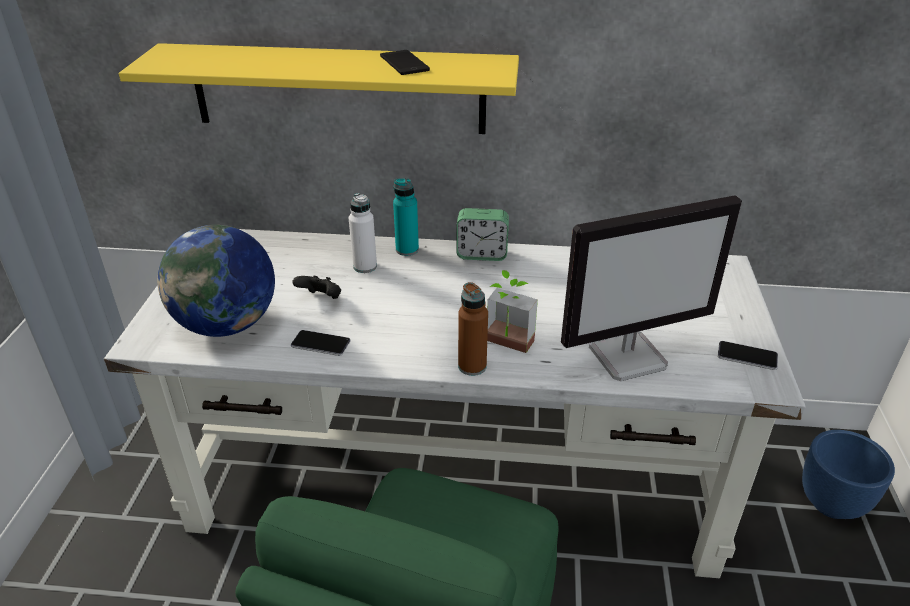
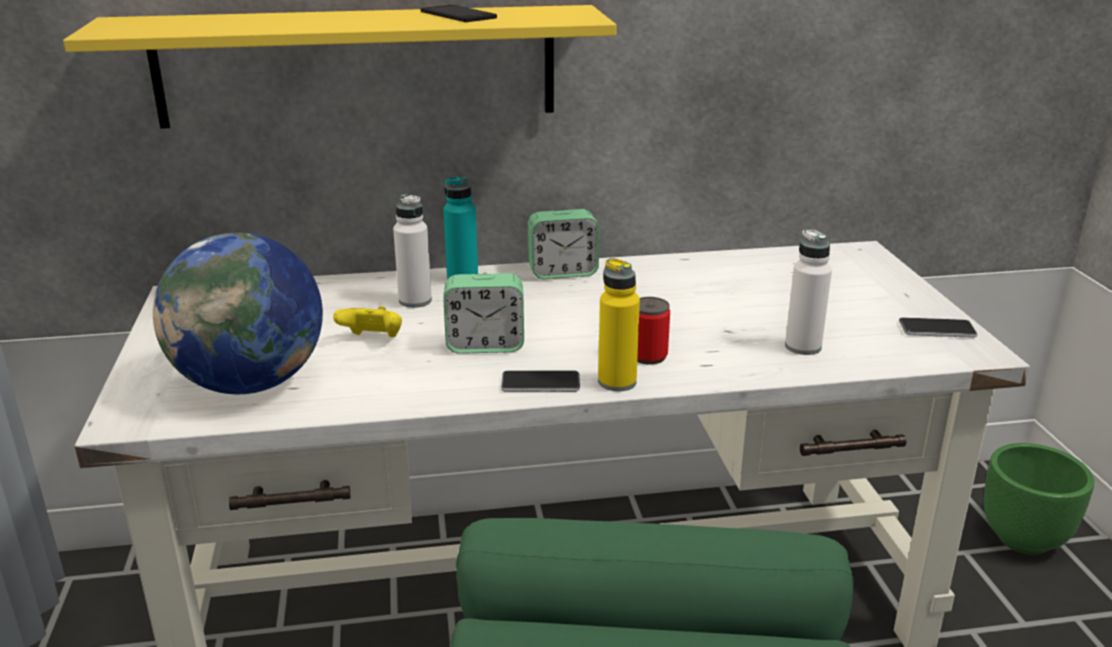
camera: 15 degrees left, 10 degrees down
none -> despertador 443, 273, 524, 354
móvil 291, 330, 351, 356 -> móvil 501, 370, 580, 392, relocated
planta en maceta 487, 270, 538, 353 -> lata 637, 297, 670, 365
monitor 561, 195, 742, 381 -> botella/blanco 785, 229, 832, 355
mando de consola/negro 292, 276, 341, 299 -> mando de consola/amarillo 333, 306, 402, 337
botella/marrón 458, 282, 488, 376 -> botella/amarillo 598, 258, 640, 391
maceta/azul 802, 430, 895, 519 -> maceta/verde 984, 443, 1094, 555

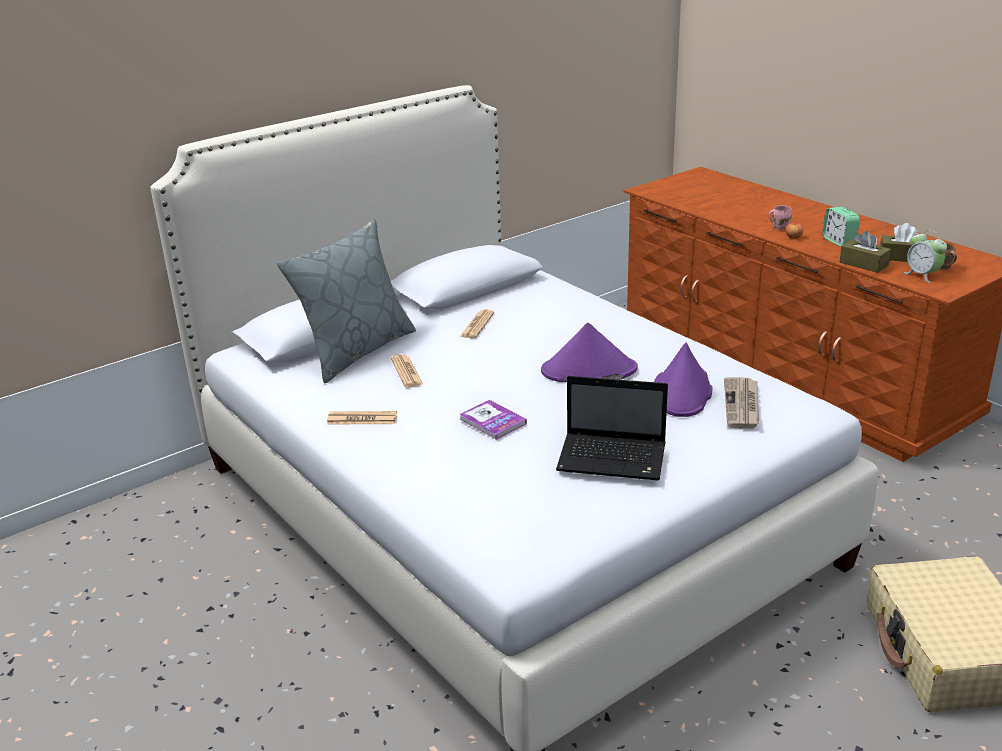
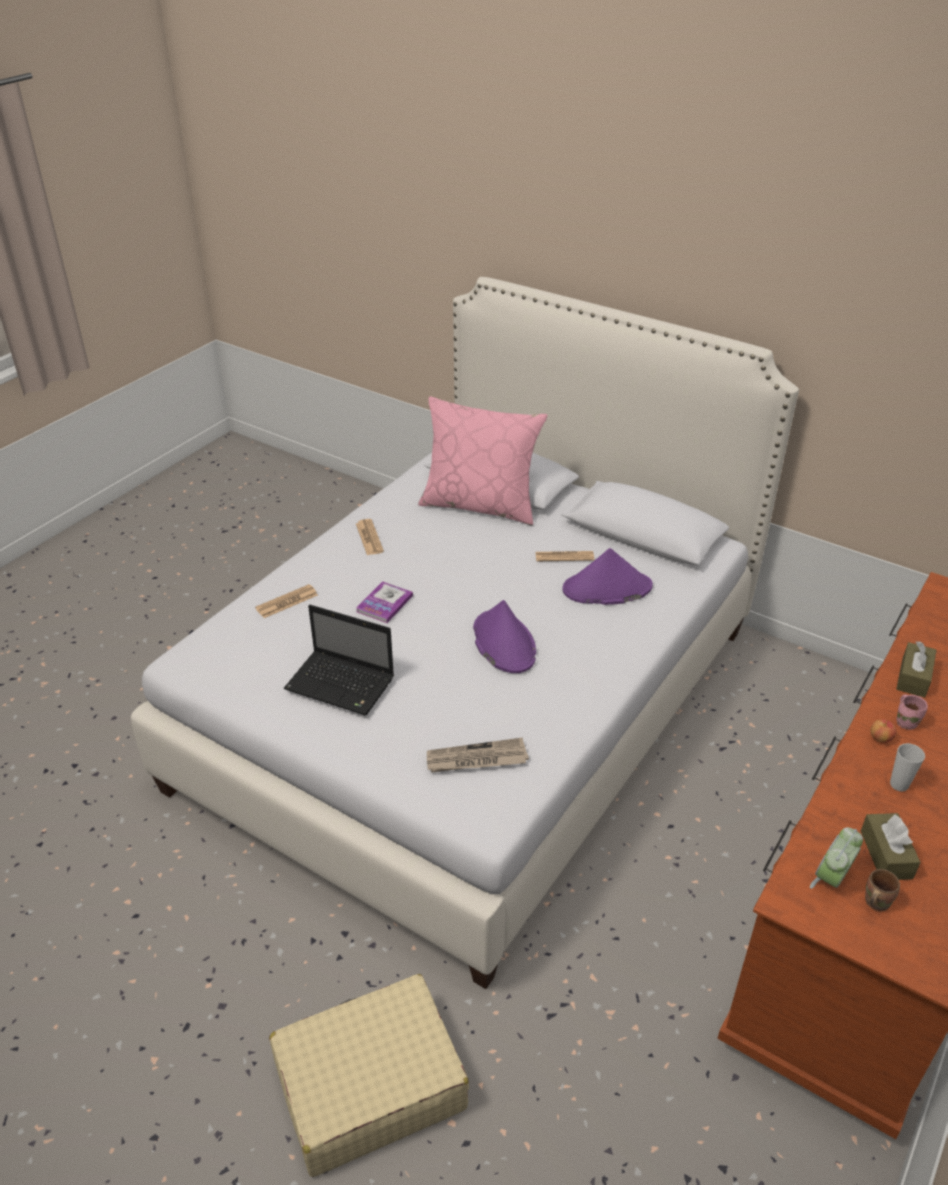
camera: 70 degrees right, 10 degrees up
periódico 391, 354, 424, 387 -> periódico 255, 584, 318, 618, relocated
sombrero/morado 654, 342, 712, 417 -> sombrero/morado 562, 548, 653, 605, relocated
caja de pañuelos/marrón 839, 231, 891, 273 -> caja de pañuelos/marrón 896, 641, 936, 698, relocated
despertador 822, 207, 860, 247 -> taza 890, 743, 925, 792
cojín/gris 277, 219, 416, 383 -> cojín/rosa 418, 397, 548, 525
portátil 556, 376, 668, 481 -> portátil 284, 605, 394, 715, 60 degrees counterclockwise

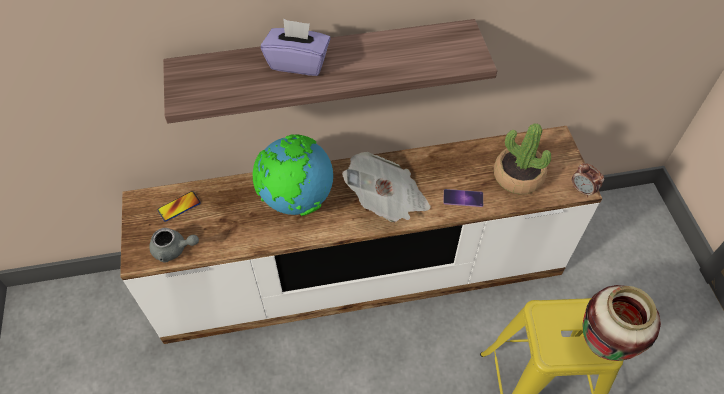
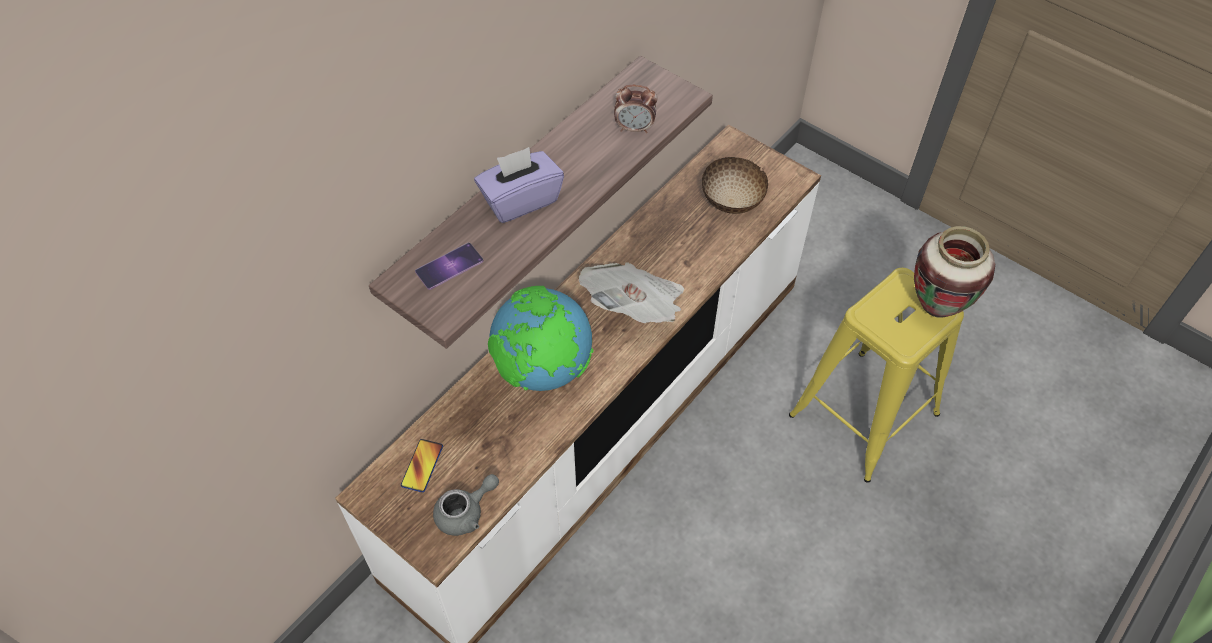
camera: 40 degrees left, 0 degrees up
móvil 443, 189, 483, 207 -> móvil 415, 242, 483, 290, relocated
despertador 572, 163, 604, 198 -> despertador 614, 85, 658, 133, relocated
planta en maceta 494, 123, 551, 194 -> cuenco 702, 157, 768, 214

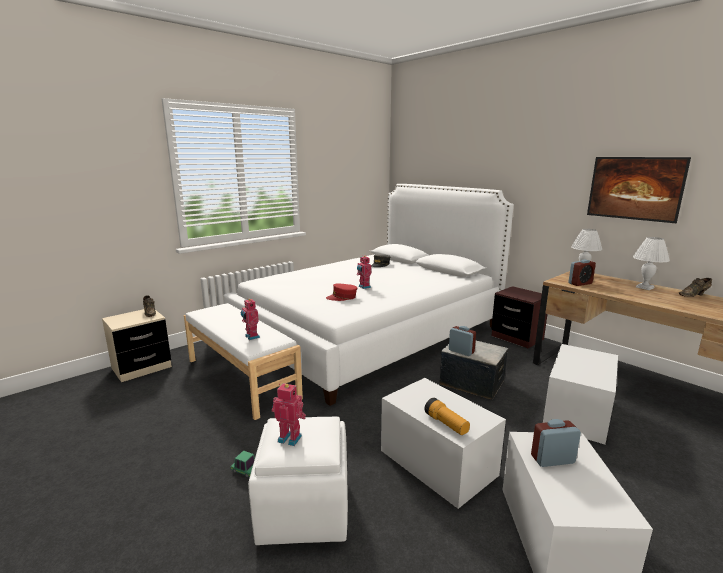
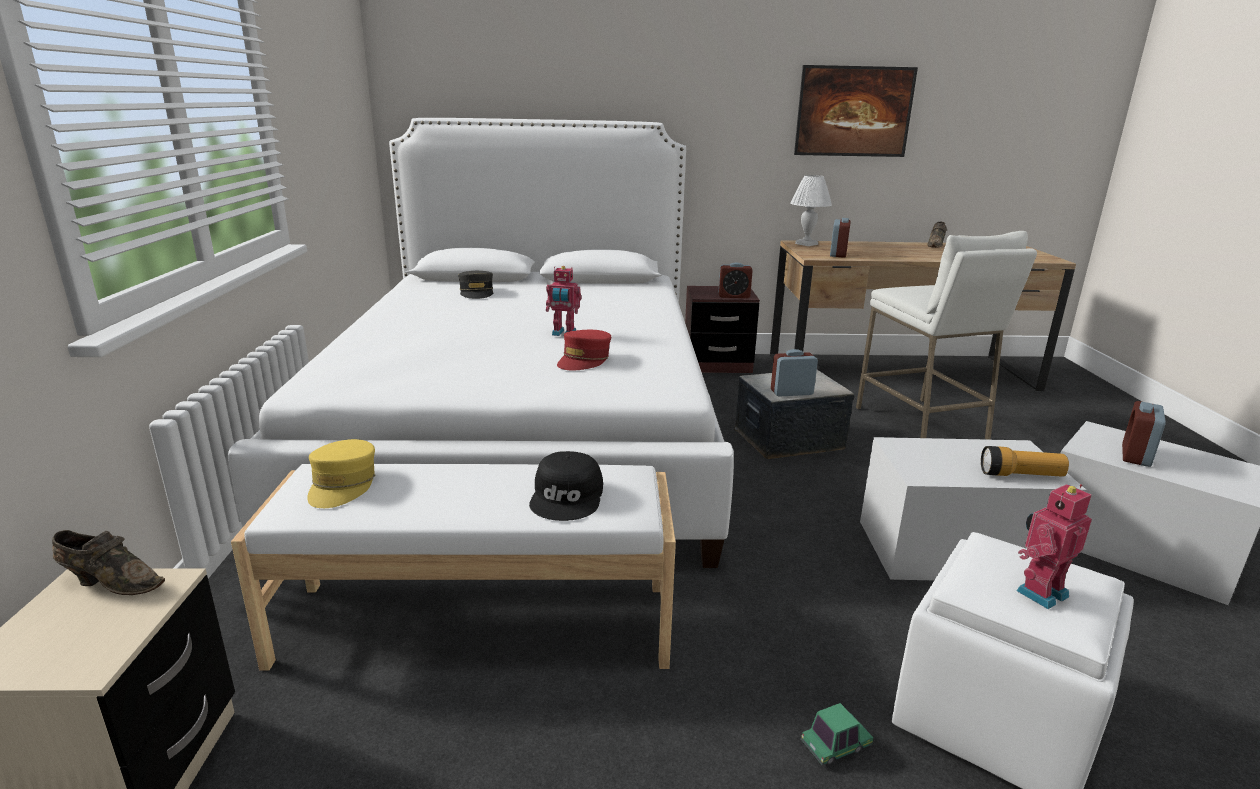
camera: 50 degrees left, 5 degrees up
lámpara de mesa/blanco 633, 237, 670, 290 -> none
none -> gorra/amarillo 307, 439, 375, 508
none -> despertador 719, 262, 753, 298
robot de juguete 241, 298, 260, 340 -> gorra/negro 529, 451, 603, 521
caja de almacenaje/blanco 543, 344, 618, 444 -> taburete/blanco 856, 231, 1037, 440

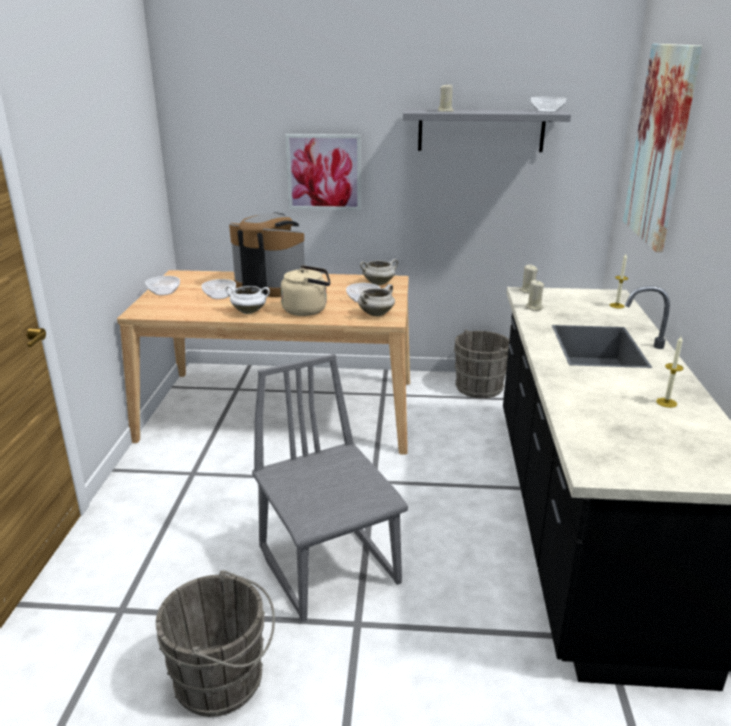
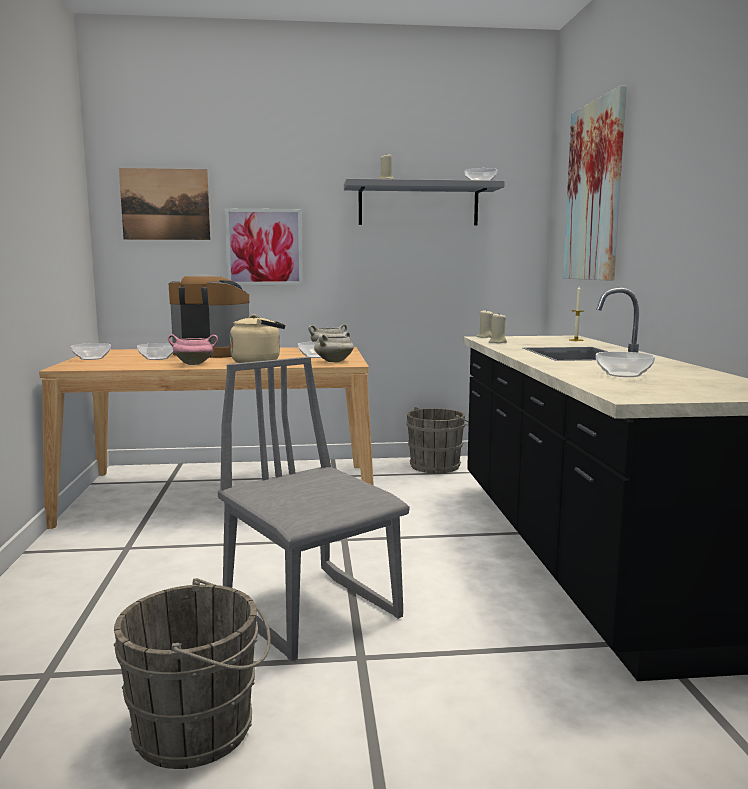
camera: 10 degrees left, 15 degrees down
vela 656, 336, 684, 408 -> none
none -> cuadro 119, 168, 210, 240
none -> cuenco 596, 351, 655, 377
olla/blanco 225, 285, 270, 314 -> olla/rosa 168, 334, 218, 365

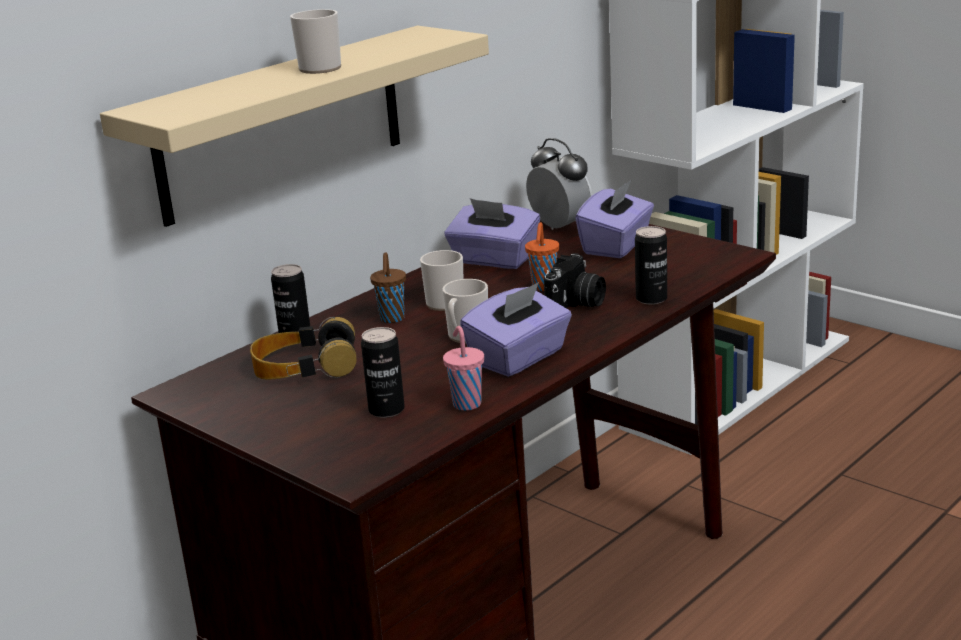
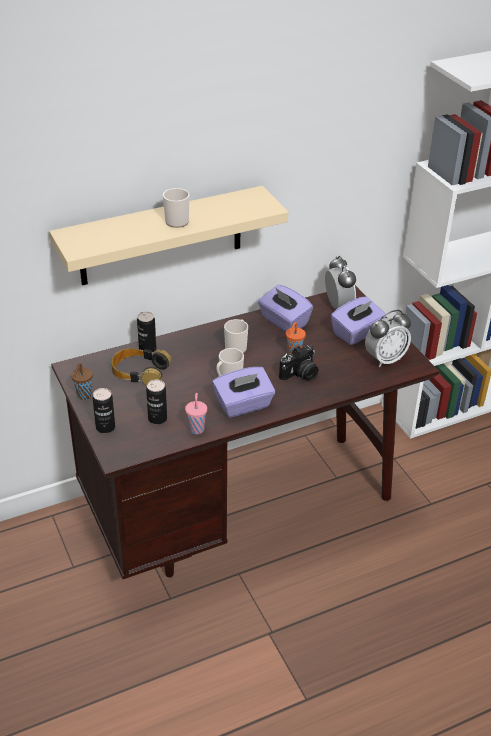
camera: 20 degrees right, 15 degrees up
none -> despertador 365, 310, 411, 367
taza/marrón 370, 252, 406, 323 -> taza/marrón 71, 363, 93, 400, relocated
lata 635, 226, 667, 305 -> lata 93, 388, 115, 433, relocated

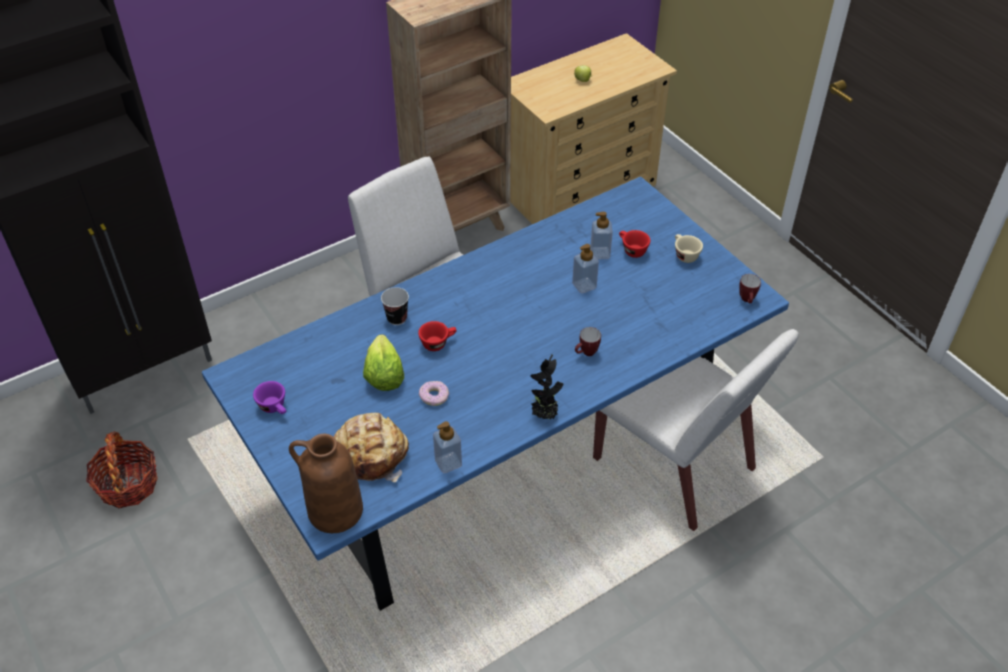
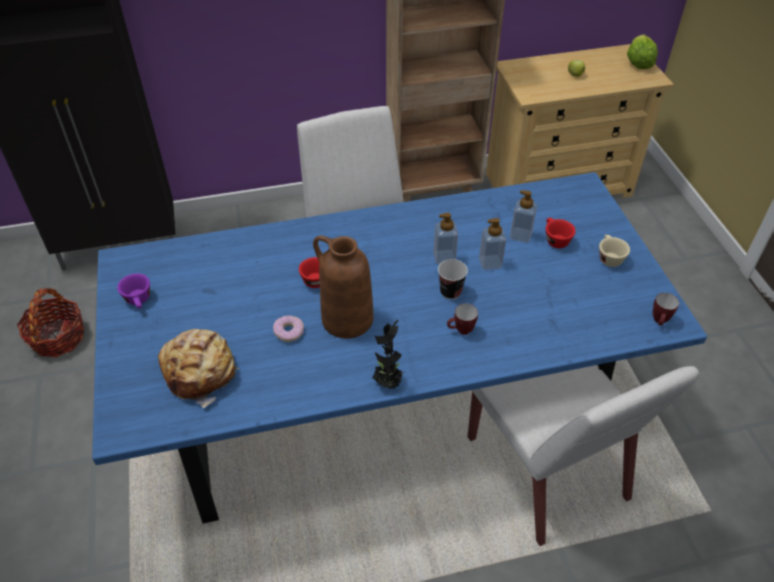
camera: 20 degrees right, 0 degrees up
florero/marrón 289, 434, 363, 533 -> florero/marrón 313, 235, 374, 339, relocated
lechuga 363, 334, 404, 391 -> lechuga 627, 34, 658, 69, relocated
taza 381, 287, 409, 325 -> taza 438, 259, 468, 299, relocated
dispensador de jabón 433, 421, 462, 473 -> dispensador de jabón 433, 213, 458, 264, relocated

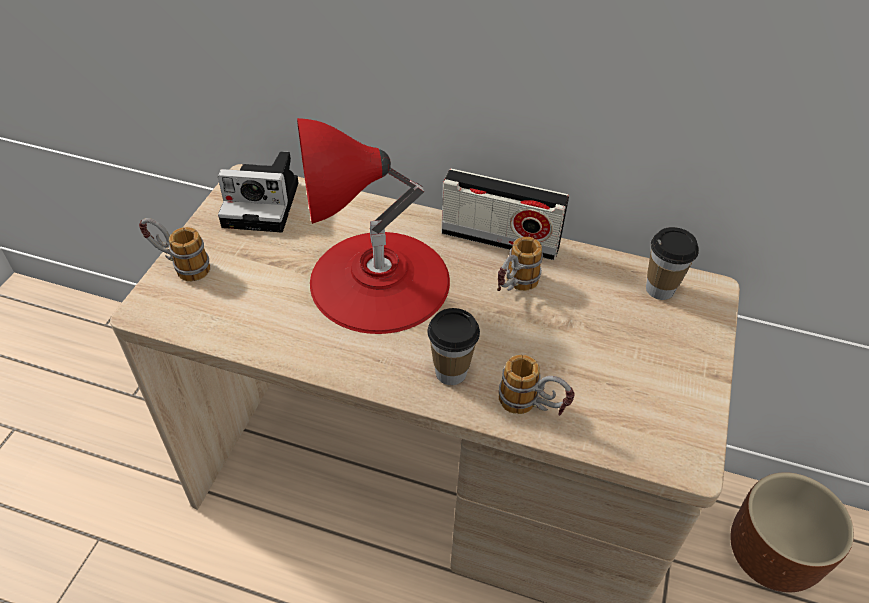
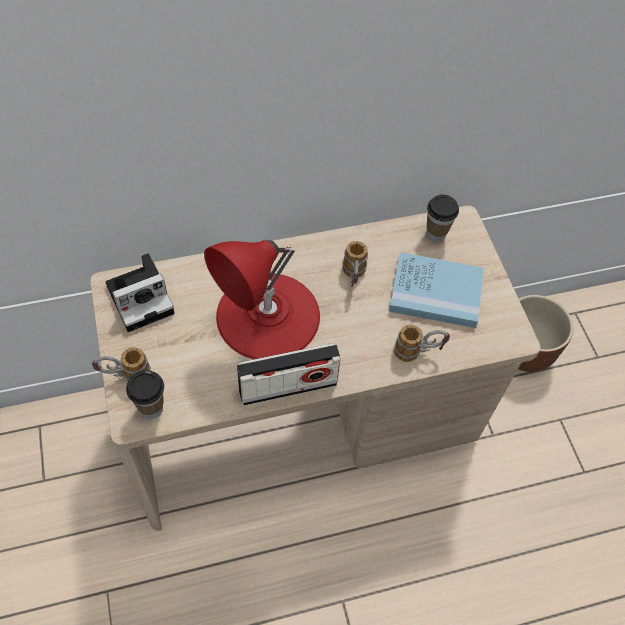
camera: 35 degrees left, 10 degrees up
none -> libro/azul 389, 252, 484, 328
taza 427, 308, 480, 385 -> taza 126, 370, 164, 419, relocated
radio 441, 168, 569, 260 -> radio 237, 343, 341, 405, relocated

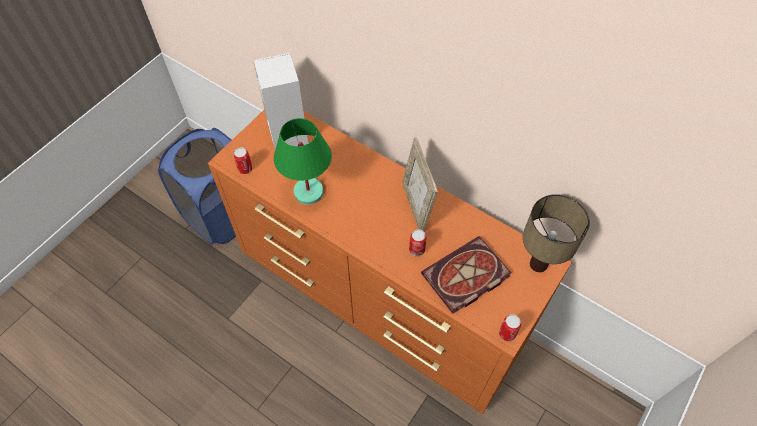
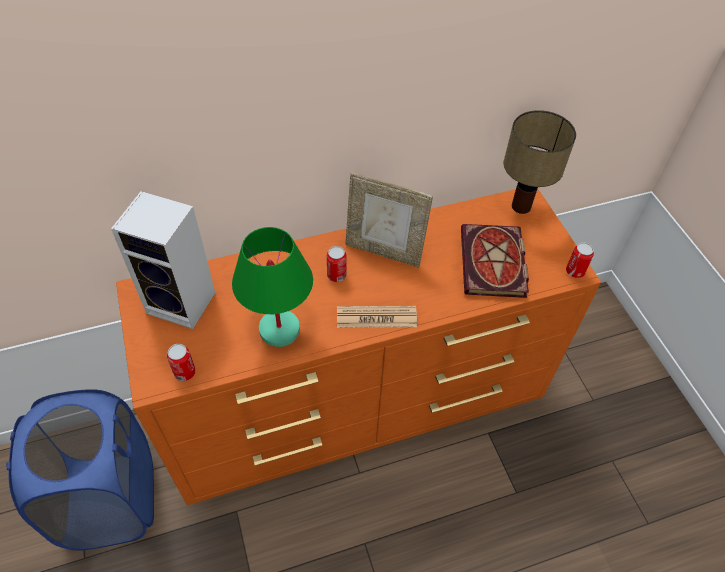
camera: 55 degrees left, 5 degrees down
none -> periódico 337, 306, 417, 328
lata 409, 229, 427, 256 -> lata 327, 246, 347, 282, relocated

